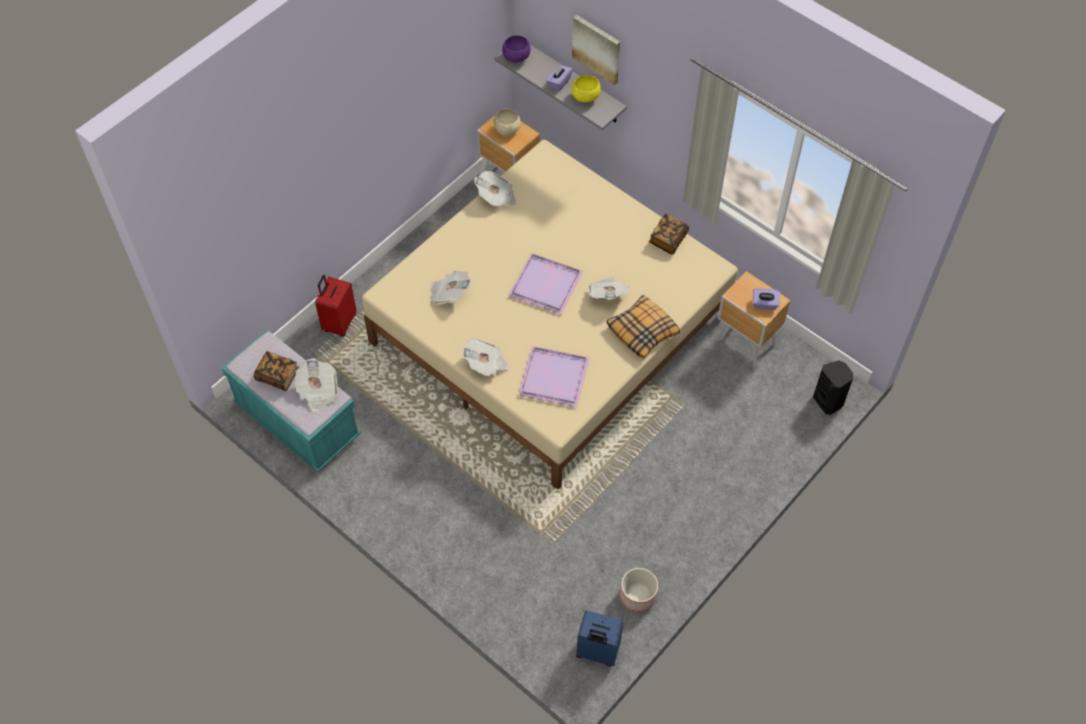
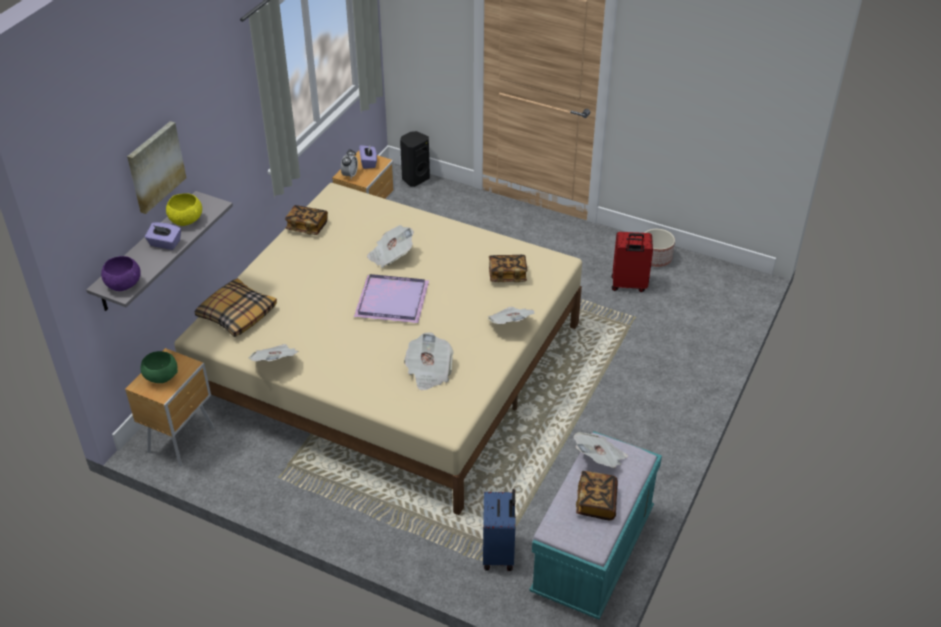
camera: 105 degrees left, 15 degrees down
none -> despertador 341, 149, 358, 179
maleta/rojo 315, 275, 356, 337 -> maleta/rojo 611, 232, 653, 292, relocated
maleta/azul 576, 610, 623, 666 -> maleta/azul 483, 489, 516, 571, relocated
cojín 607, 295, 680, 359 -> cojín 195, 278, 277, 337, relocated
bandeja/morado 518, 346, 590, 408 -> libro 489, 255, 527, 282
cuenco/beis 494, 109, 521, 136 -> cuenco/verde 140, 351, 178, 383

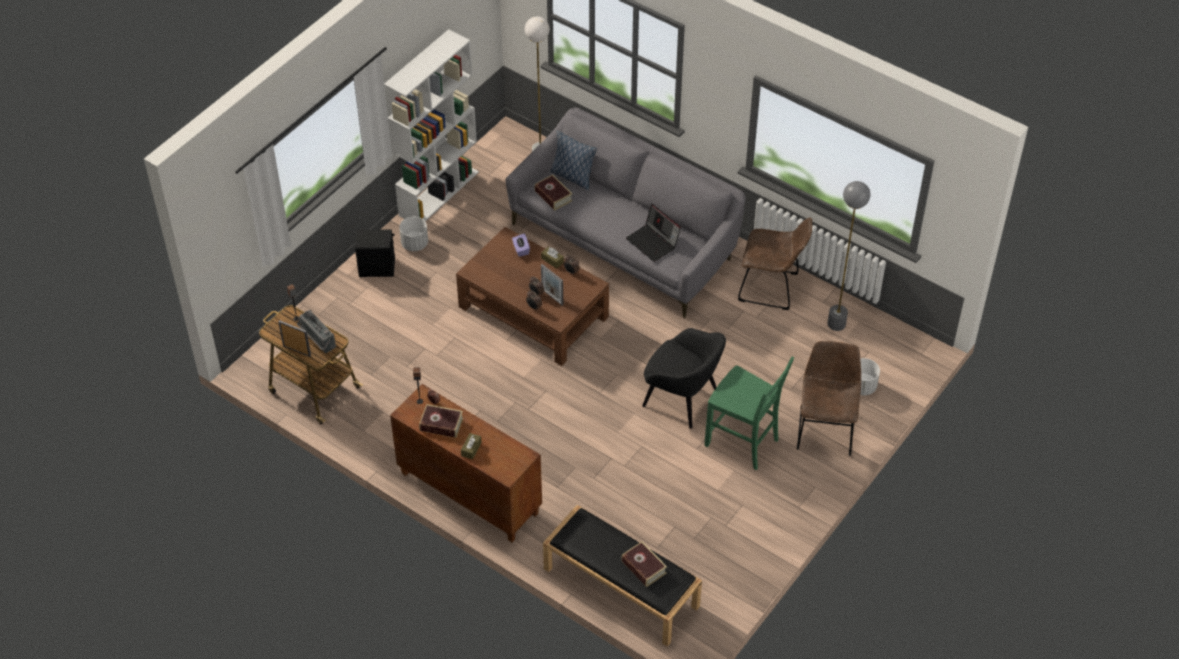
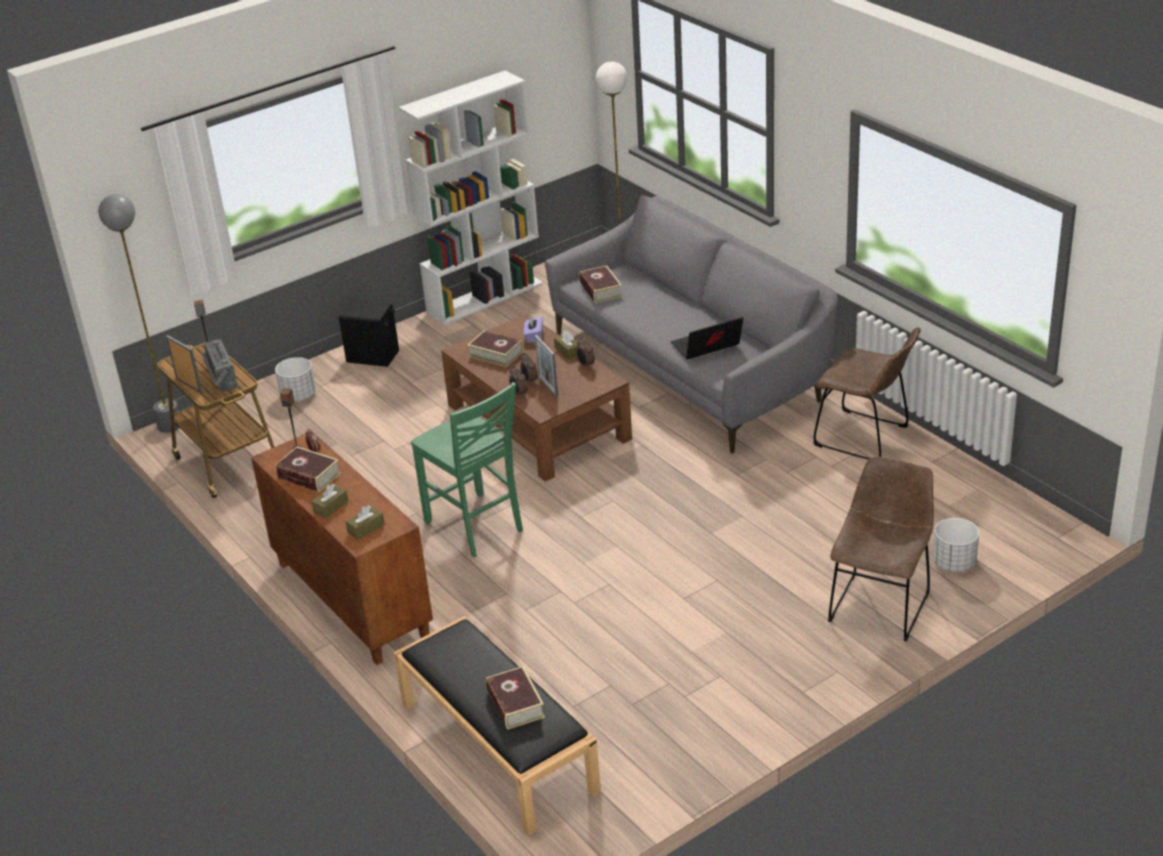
camera: 20 degrees right, 15 degrees down
cojín 550, 131, 597, 190 -> none
sillón/negro 642, 328, 726, 429 -> none
none -> caja de pañuelos/marrón 345, 505, 385, 540
none -> libro 467, 330, 523, 367
maceta/blanco 399, 217, 428, 251 -> maceta/blanco 275, 357, 316, 401, relocated
silla/verde 704, 357, 794, 470 -> silla/verde 411, 382, 523, 558, relocated
lámpara de pie/gris 827, 181, 871, 331 -> lámpara de pie/gris 98, 194, 179, 433, relocated
portátil 626, 204, 681, 262 -> portátil 671, 317, 743, 360, 90 degrees clockwise

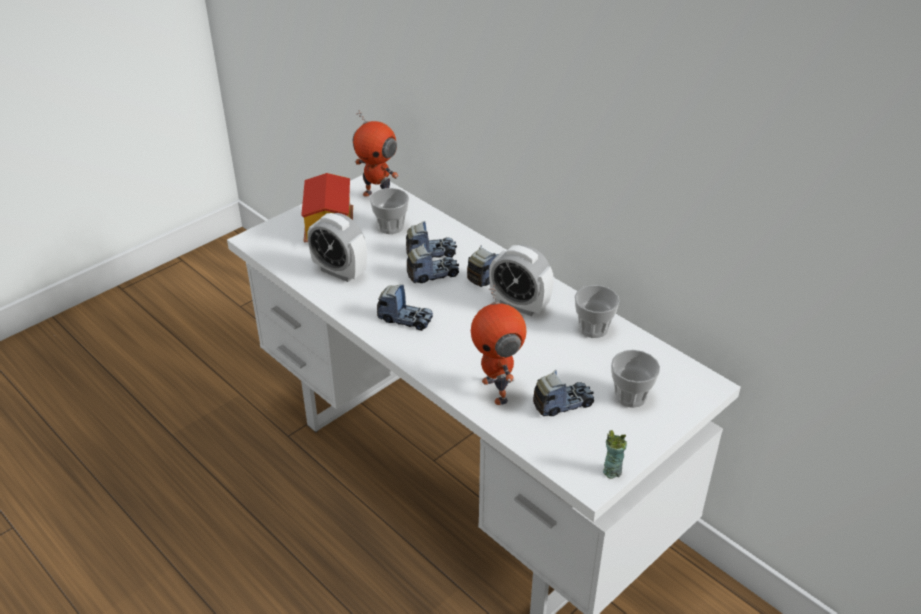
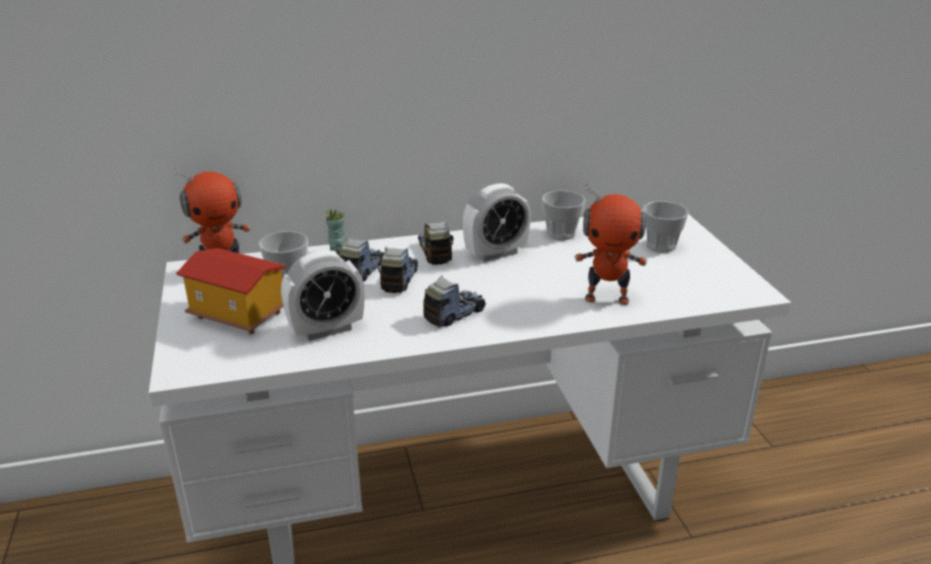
camera: 60 degrees left, 10 degrees down
camión de juguete 533, 370, 594, 416 -> none
taza 603, 430, 627, 479 -> taza 326, 209, 345, 253, relocated

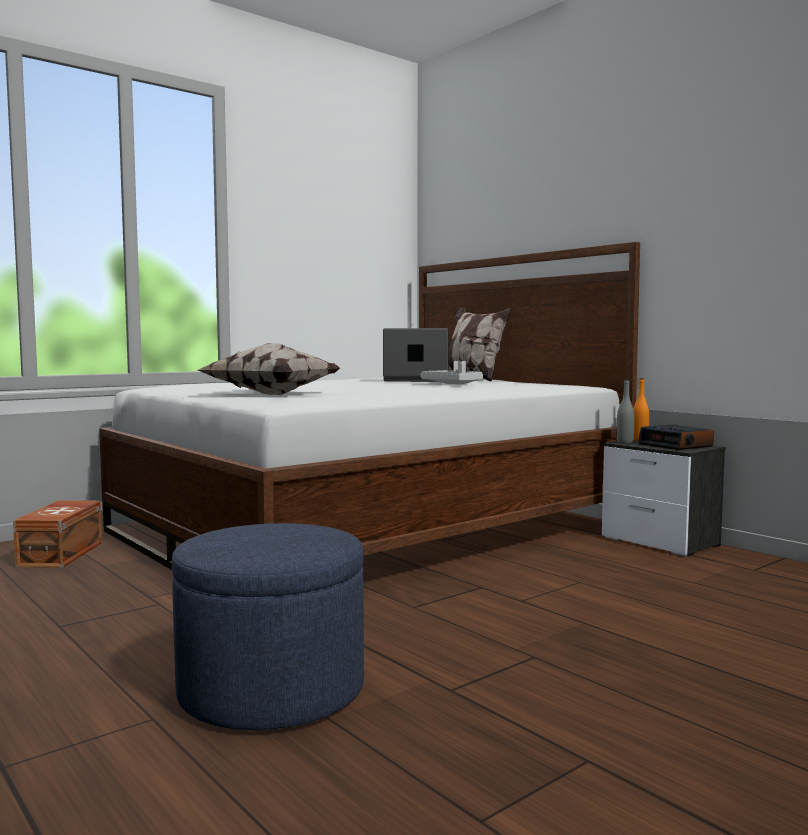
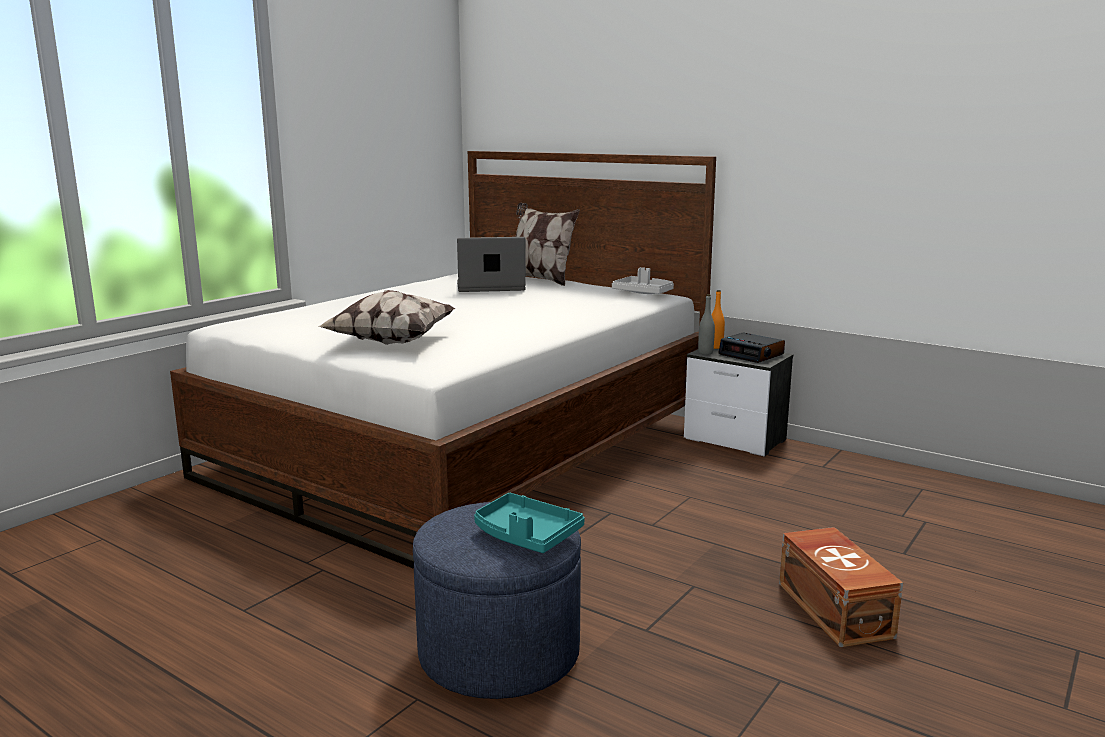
camera: 15 degrees left, 10 degrees up
none -> bandeja/turquesa 474, 493, 585, 553
caja de almacenaje/marrón 13, 500, 103, 568 -> caja de almacenaje/marrón 779, 527, 903, 647, relocated
bandeja/gris 421, 361, 483, 385 -> bandeja/gris 612, 267, 674, 294, relocated

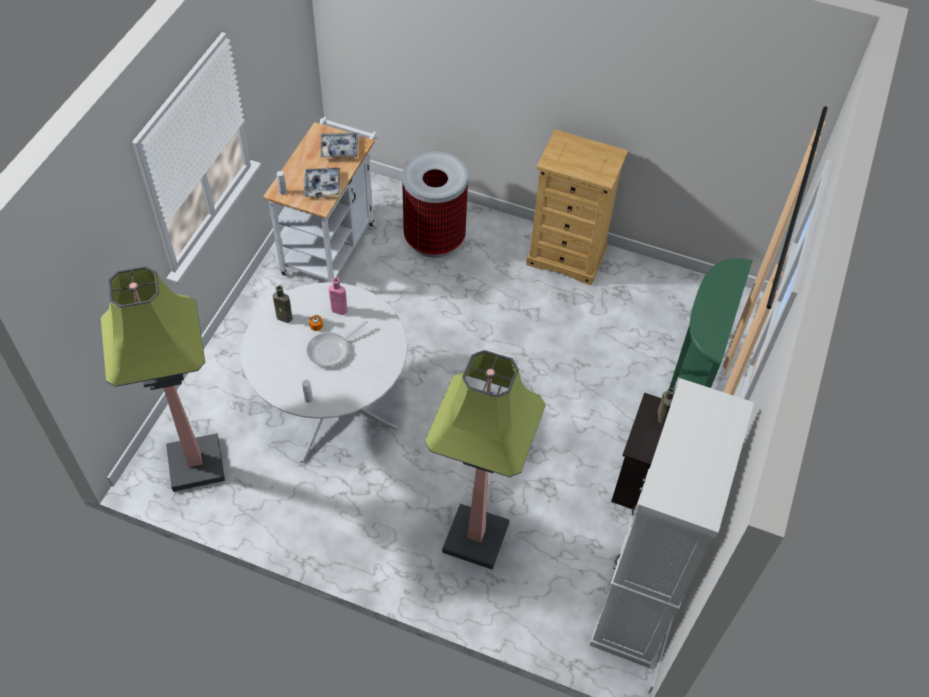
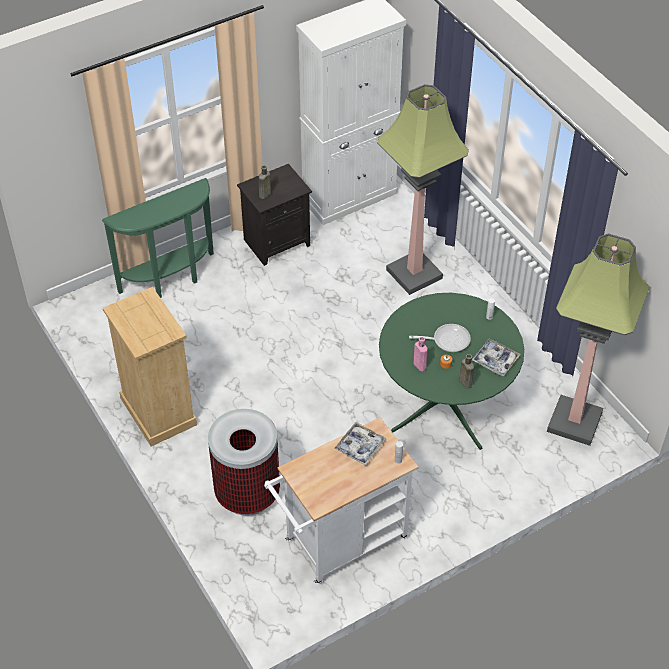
camera: 140 degrees left, 5 degrees down
bandeja 320, 132, 358, 158 -> bandeja 472, 339, 521, 376, relocated
mesa de comedor/blanco 241, 282, 407, 463 -> mesa de comedor/verde 379, 293, 524, 450

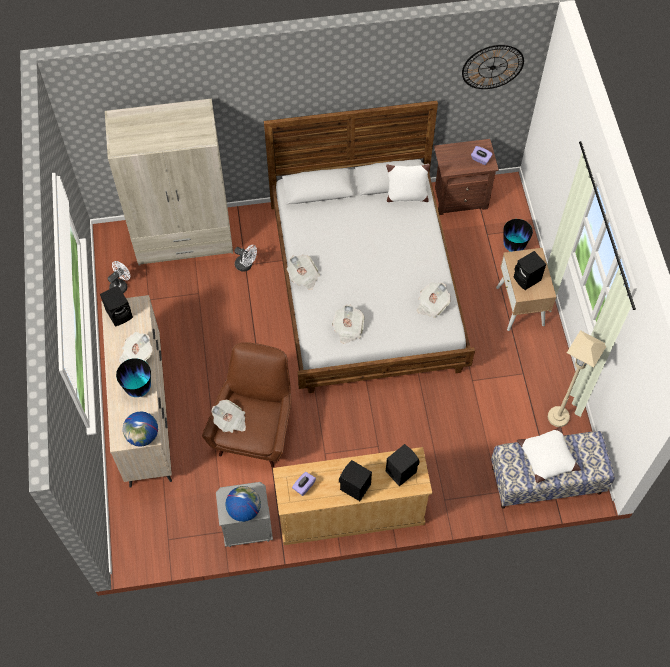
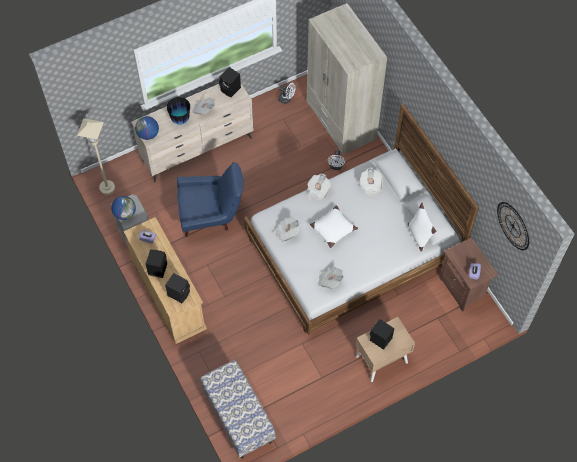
camera: 70 degrees right, 0 degrees up
florero 503, 219, 533, 252 -> none
periódico 211, 400, 246, 433 -> periódico 359, 168, 383, 197, relocated
cojín/blanco 517, 427, 581, 483 -> cojín/blanco 310, 205, 358, 248, relocated
lámpara de pie/beis 548, 330, 606, 427 -> lámpara de pie/beis 77, 118, 115, 195, relocated
sillón/marrón 202, 342, 291, 467 -> sillón/azul 177, 162, 243, 237

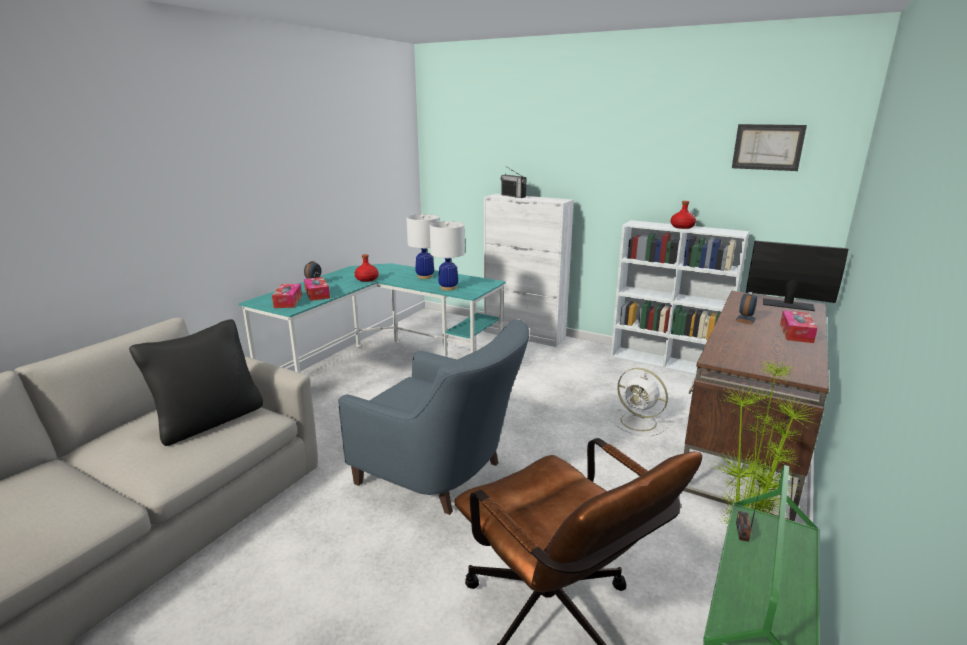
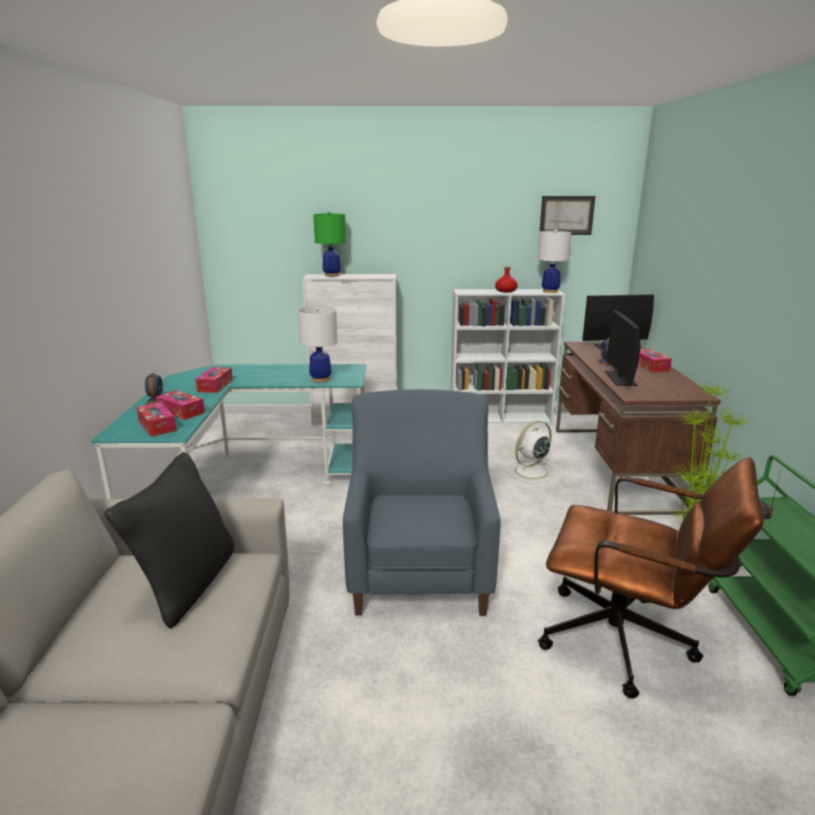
camera: 30 degrees left, 0 degrees up
none -> monitor 605, 310, 640, 386
lámpara de mesa/blanco 406, 214, 439, 279 -> lámpara de mesa/blanco 537, 229, 571, 293, relocated
botella/rojo 355, 254, 379, 282 -> caja de pañuelos 195, 367, 233, 393
radio 500, 167, 527, 198 -> lámpara de mesa/verde 313, 212, 346, 277
sillón/azul 338, 319, 529, 515 -> sillón/azul 343, 389, 501, 616, 90 degrees counterclockwise
ventilador/blanco 613, 368, 668, 436 -> ventilador/blanco 507, 421, 555, 484, 135 degrees clockwise

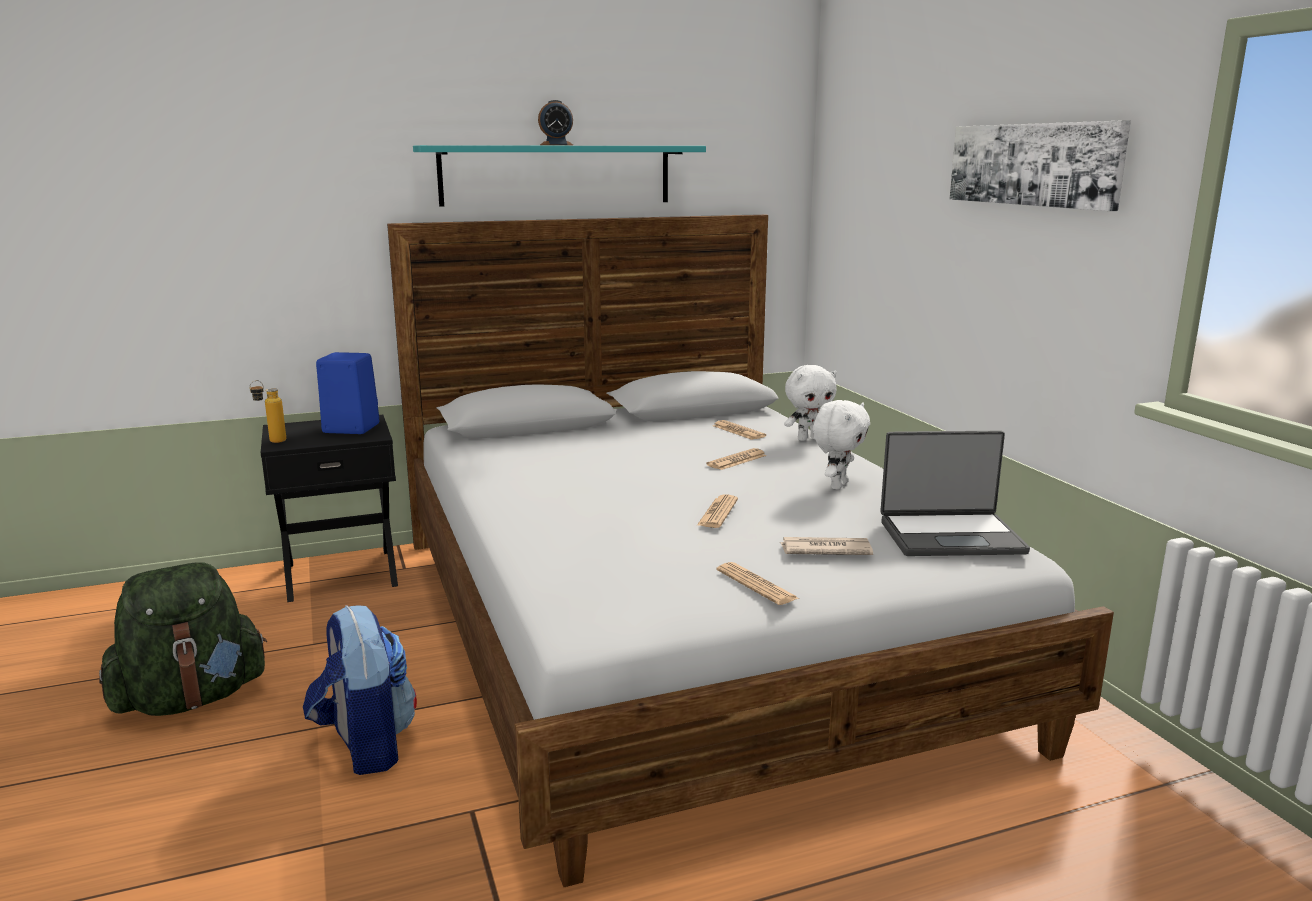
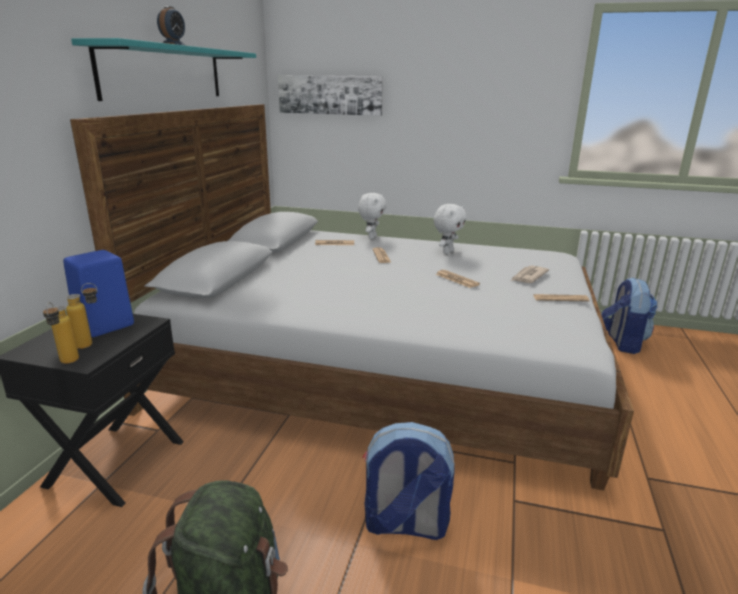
camera: 55 degrees left, 5 degrees up
portátil 880, 431, 1030, 556 -> none
none -> botella 66, 283, 97, 349
none -> mochila 601, 277, 657, 354
cuadro 950, 120, 1131, 211 -> cuadro 278, 75, 383, 116, relocated
peluche/blanco 813, 400, 870, 490 -> peluche/blanco 434, 204, 467, 254, 60 degrees clockwise

